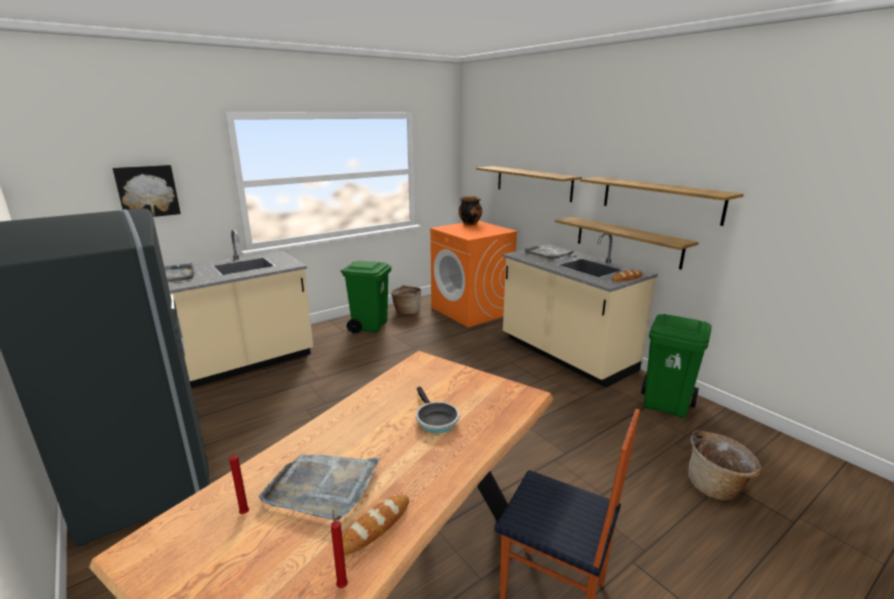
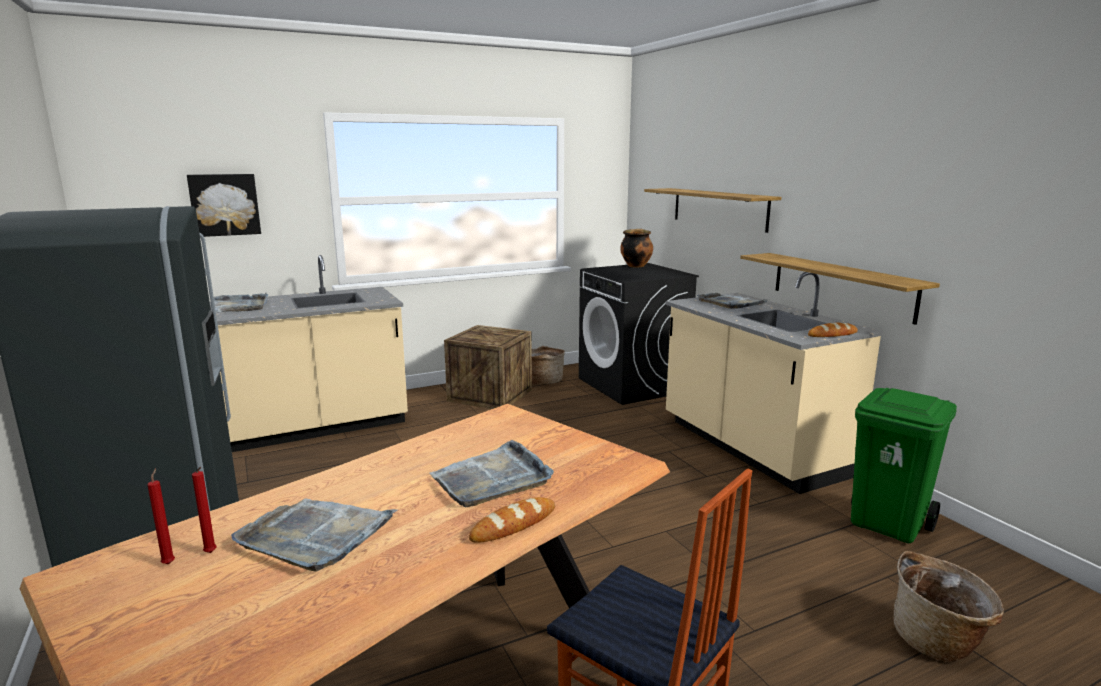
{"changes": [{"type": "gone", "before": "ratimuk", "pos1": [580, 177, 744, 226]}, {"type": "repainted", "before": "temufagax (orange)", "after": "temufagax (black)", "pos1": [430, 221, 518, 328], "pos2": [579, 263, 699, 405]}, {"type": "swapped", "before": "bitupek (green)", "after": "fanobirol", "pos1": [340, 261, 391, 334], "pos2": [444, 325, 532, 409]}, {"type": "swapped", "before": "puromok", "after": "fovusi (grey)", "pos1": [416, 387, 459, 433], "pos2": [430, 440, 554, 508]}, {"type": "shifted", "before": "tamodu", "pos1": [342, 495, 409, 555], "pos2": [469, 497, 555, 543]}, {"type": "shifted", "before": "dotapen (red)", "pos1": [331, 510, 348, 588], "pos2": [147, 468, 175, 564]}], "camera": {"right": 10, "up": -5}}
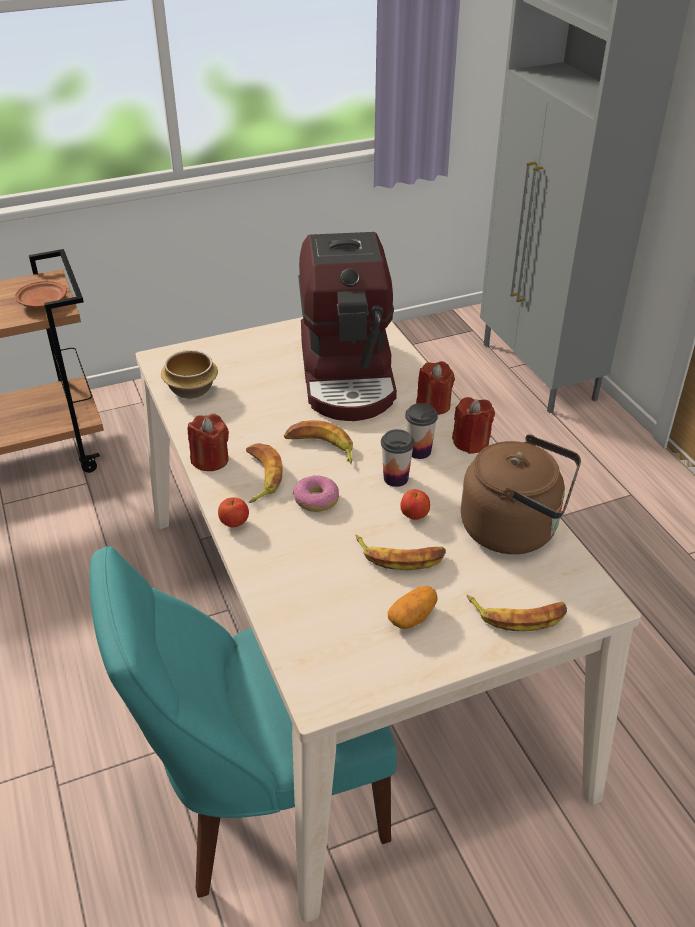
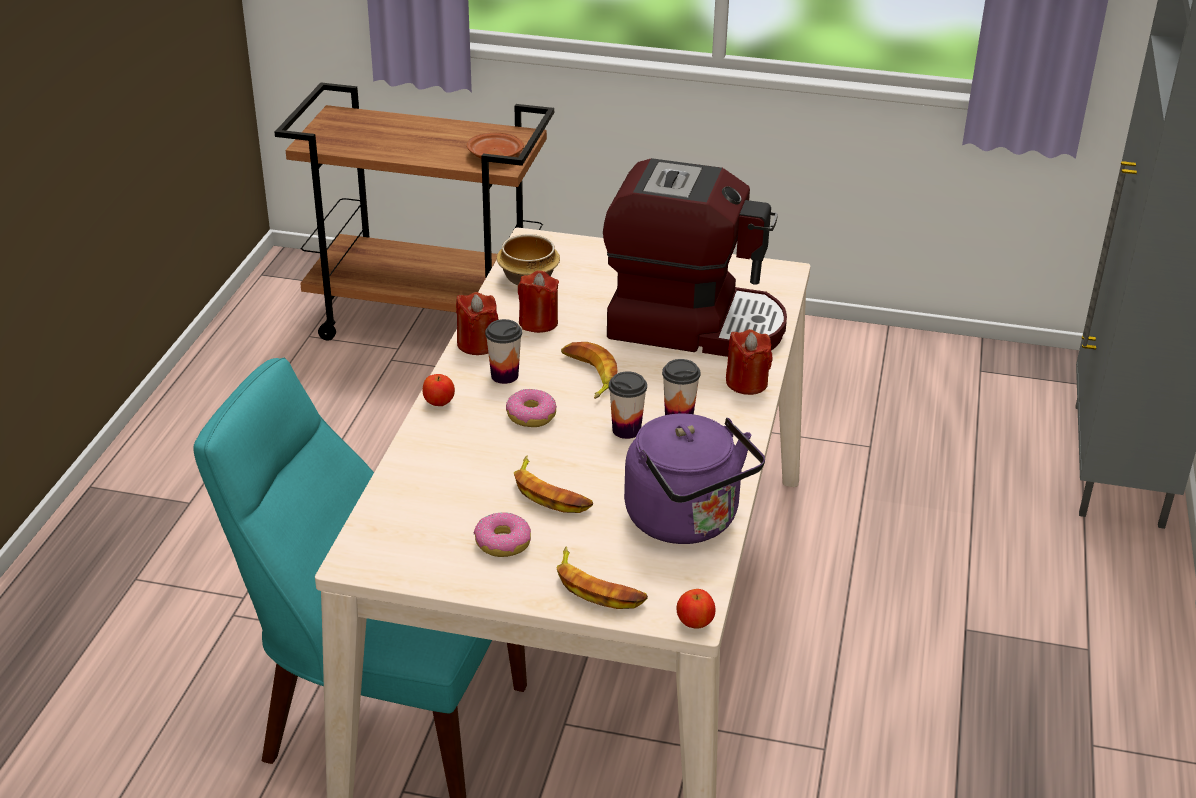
{"changes": [{"type": "rotated", "before": "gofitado", "pos1": [298, 232, 397, 421], "pos2": [603, 158, 787, 357], "turn": -105}, {"type": "shifted", "before": "dotapen (red)", "pos1": [452, 397, 495, 454], "pos2": [518, 270, 559, 333]}, {"type": "repainted", "before": "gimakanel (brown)", "after": "gimakanel (purple)", "pos1": [461, 435, 581, 554], "pos2": [624, 413, 765, 544]}, {"type": "swapped", "before": "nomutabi", "after": "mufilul", "pos1": [246, 444, 282, 503], "pos2": [485, 319, 522, 384]}, {"type": "shifted", "before": "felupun", "pos1": [400, 489, 430, 520], "pos2": [676, 589, 716, 629]}, {"type": "swapped", "before": "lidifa", "after": "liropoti", "pos1": [388, 586, 438, 629], "pos2": [474, 512, 531, 557]}], "camera": {"right": 35, "up": -5}}
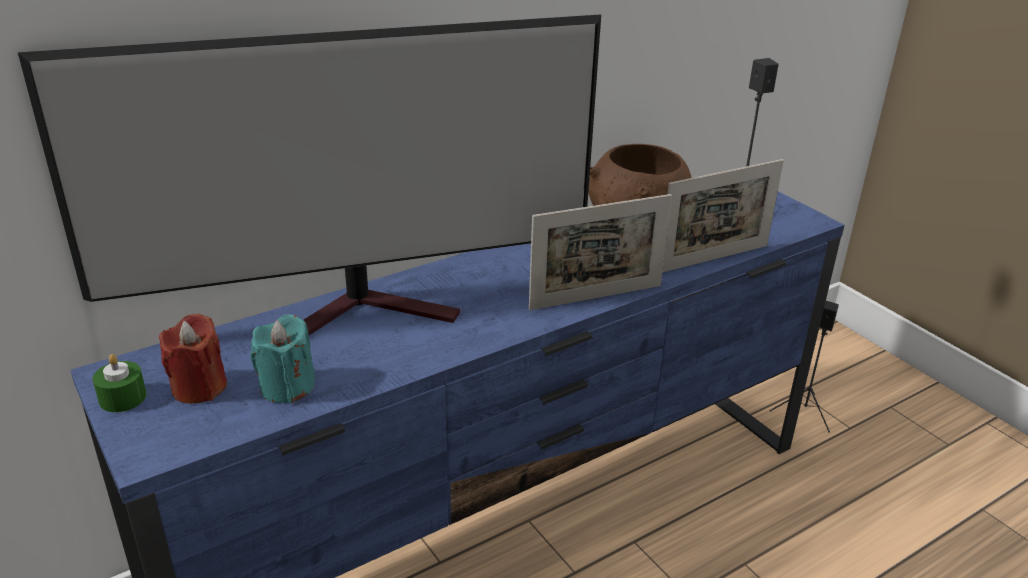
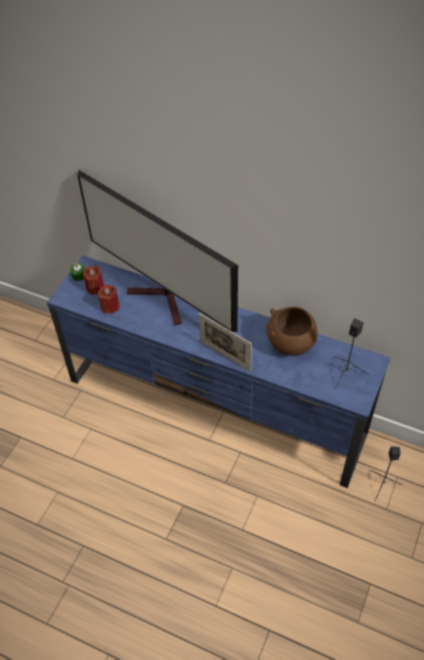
{"changes": [{"type": "gone", "before": "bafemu", "pos1": [662, 159, 784, 272]}, {"type": "repainted", "before": "dotapen (turquoise)", "after": "dotapen (red)", "pos1": [251, 314, 315, 404], "pos2": [98, 284, 120, 314]}], "camera": {"right": 60, "up": 20}}
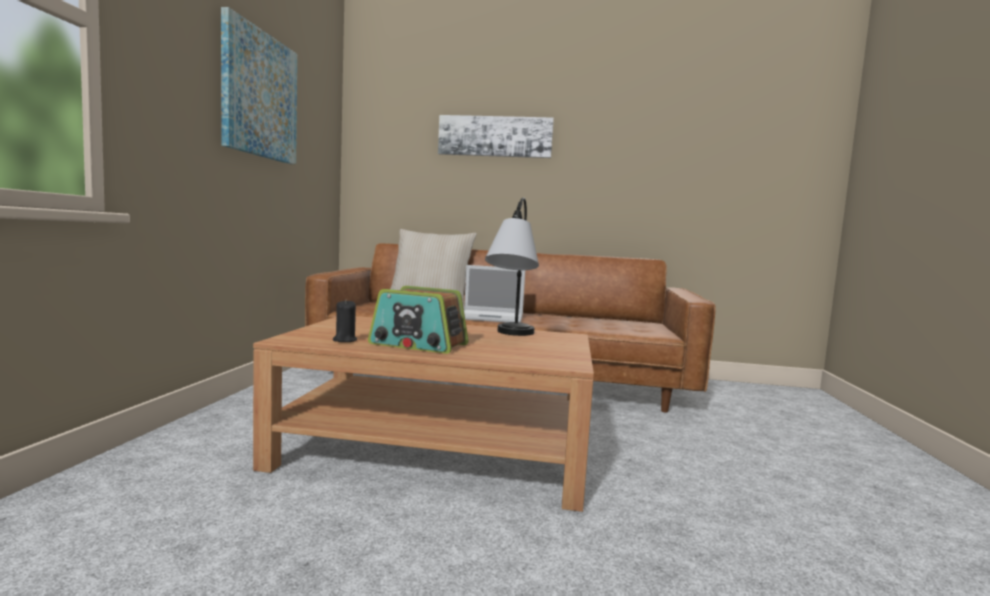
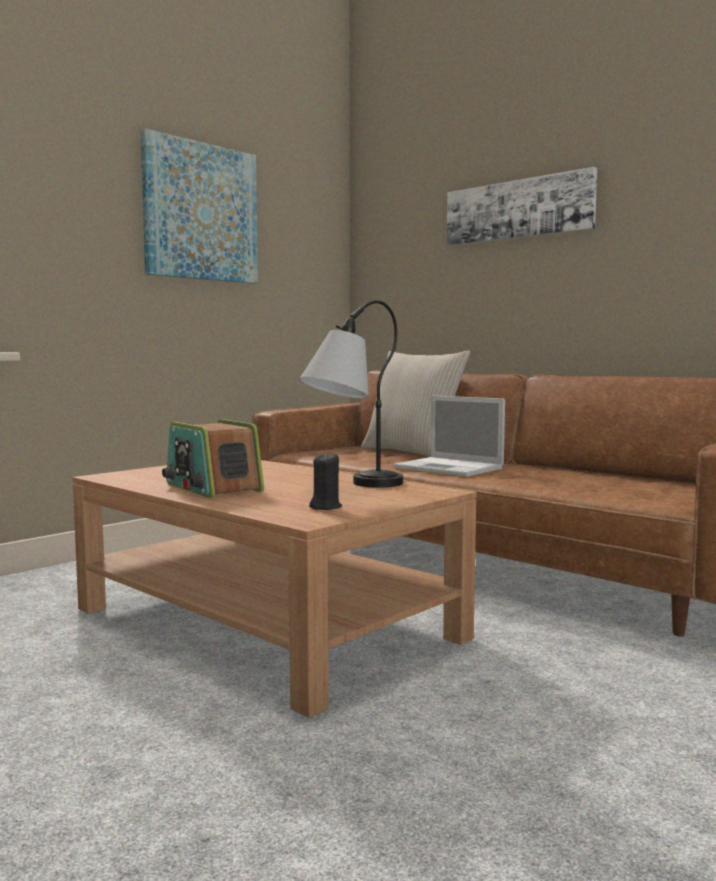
{"changes": [{"type": "shifted", "before": "dotapen (black)", "pos1": [333, 300, 357, 342], "pos2": [309, 452, 342, 510]}], "camera": {"right": 35, "up": 0}}
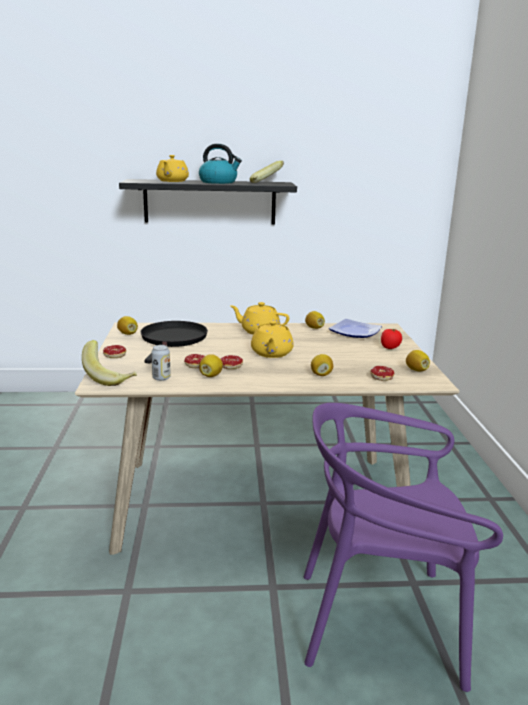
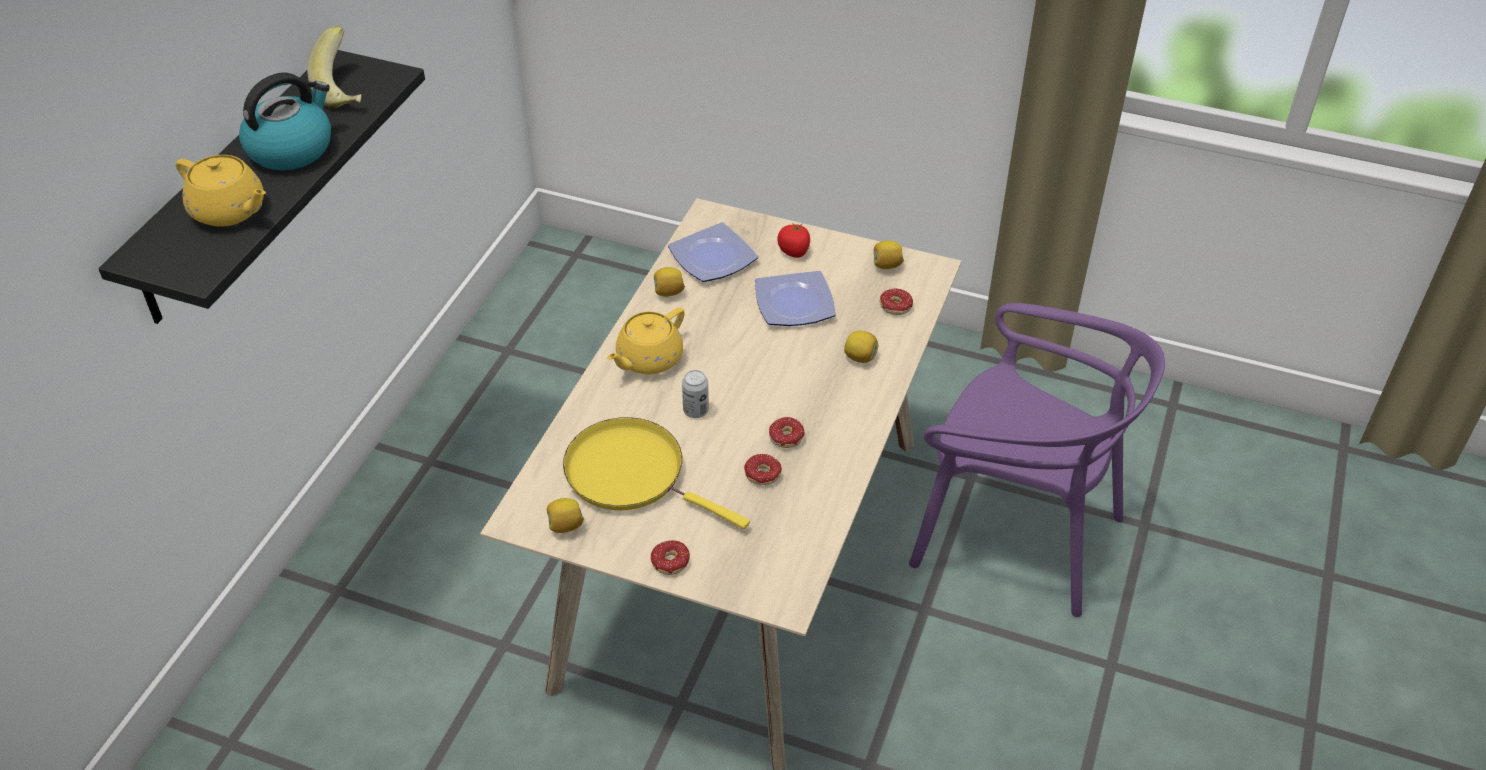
{"changes": [{"type": "repainted", "before": "puromok (black)", "after": "puromok (yellow)", "pos1": [141, 321, 208, 363], "pos2": [563, 417, 750, 529]}, {"type": "gone", "before": "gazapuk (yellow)", "pos1": [251, 321, 294, 358]}, {"type": "gone", "before": "nomutabi", "pos1": [82, 340, 137, 386]}, {"type": "shifted", "before": "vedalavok", "pos1": [151, 345, 171, 381], "pos2": [682, 370, 709, 418]}, {"type": "gone", "before": "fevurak", "pos1": [199, 354, 223, 377]}, {"type": "rotated", "before": "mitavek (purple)", "pos1": [304, 403, 503, 692], "pos2": [909, 303, 1165, 617], "turn": -90}, {"type": "new", "after": "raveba", "pos2": [755, 271, 836, 326]}], "camera": {"right": -65, "up": 25}}
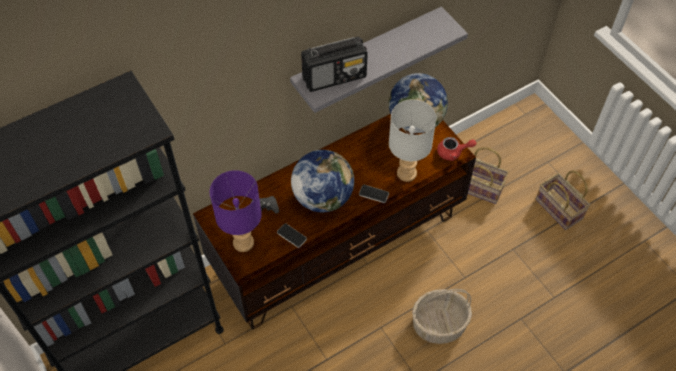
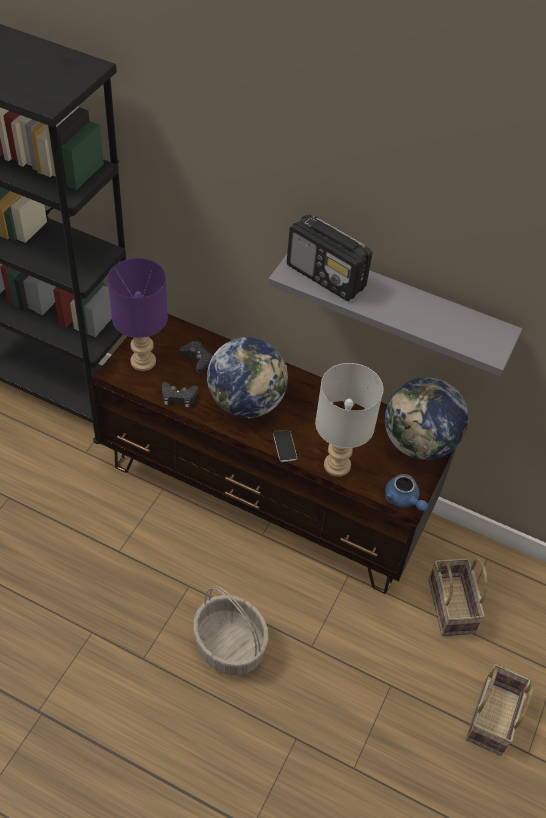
{"changes": [{"type": "repainted", "before": "gazapuk (red)", "after": "gazapuk (blue)", "pos1": [437, 137, 476, 161], "pos2": [385, 474, 428, 511]}, {"type": "swapped", "before": "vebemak", "after": "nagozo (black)", "pos1": [277, 223, 307, 248], "pos2": [162, 382, 198, 408]}], "camera": {"right": 55, "up": -5}}
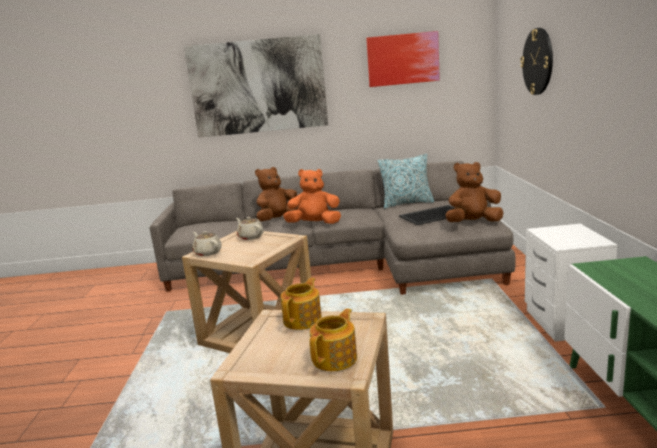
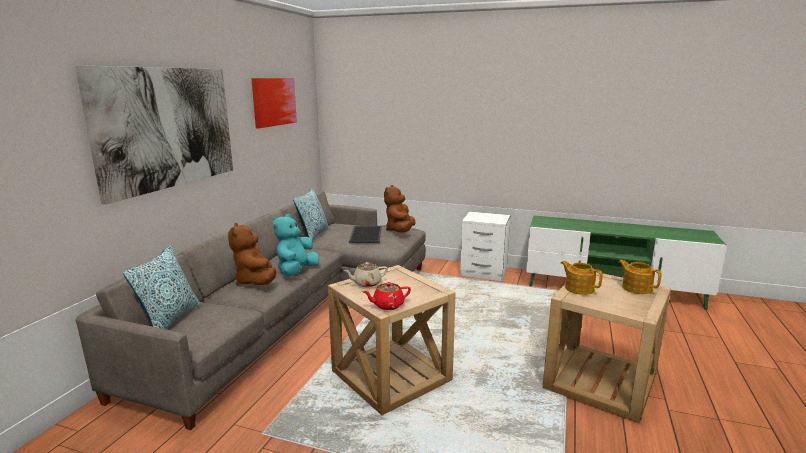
{"changes": [{"type": "gone", "before": "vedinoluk", "pos1": [520, 28, 553, 95]}, {"type": "repainted", "before": "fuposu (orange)", "after": "fuposu (turquoise)", "pos1": [283, 169, 341, 224], "pos2": [272, 214, 319, 276]}, {"type": "repainted", "before": "gazapuk (beige)", "after": "gazapuk (red)", "pos1": [192, 231, 222, 256], "pos2": [363, 282, 411, 310]}, {"type": "new", "after": "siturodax", "pos2": [123, 245, 201, 329]}], "camera": {"right": -70, "up": 0}}
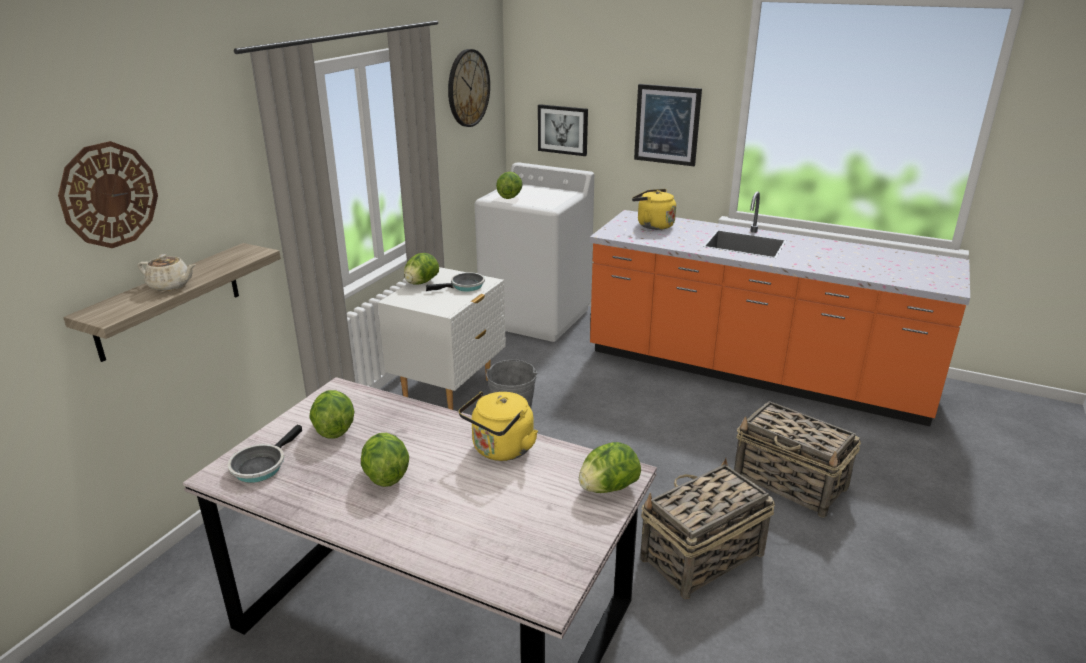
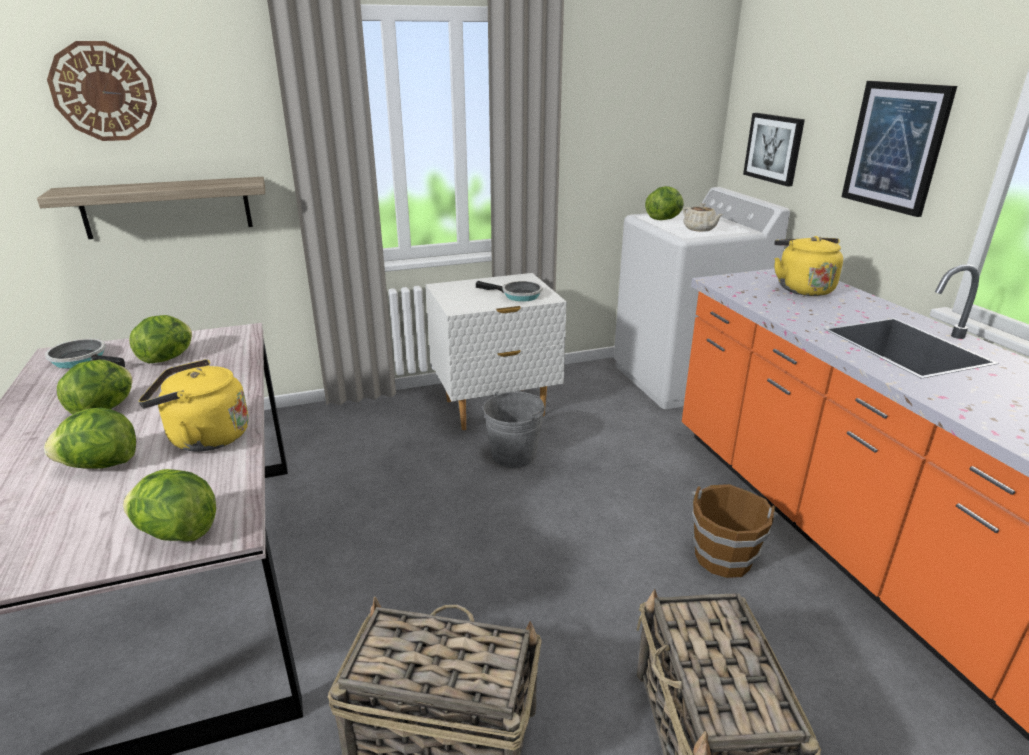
{"changes": [{"type": "gone", "before": "vedinoluk", "pos1": [448, 49, 490, 127]}, {"type": "shifted", "before": "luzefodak", "pos1": [404, 253, 439, 285], "pos2": [44, 408, 136, 469]}, {"type": "shifted", "before": "gazapuk (beige)", "pos1": [138, 254, 196, 291], "pos2": [683, 203, 723, 232]}, {"type": "rotated", "before": "puromok", "pos1": [227, 425, 302, 483], "pos2": [45, 338, 125, 368], "turn": 45}, {"type": "new", "after": "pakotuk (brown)", "pos2": [692, 484, 778, 578]}], "camera": {"right": 45, "up": 0}}
